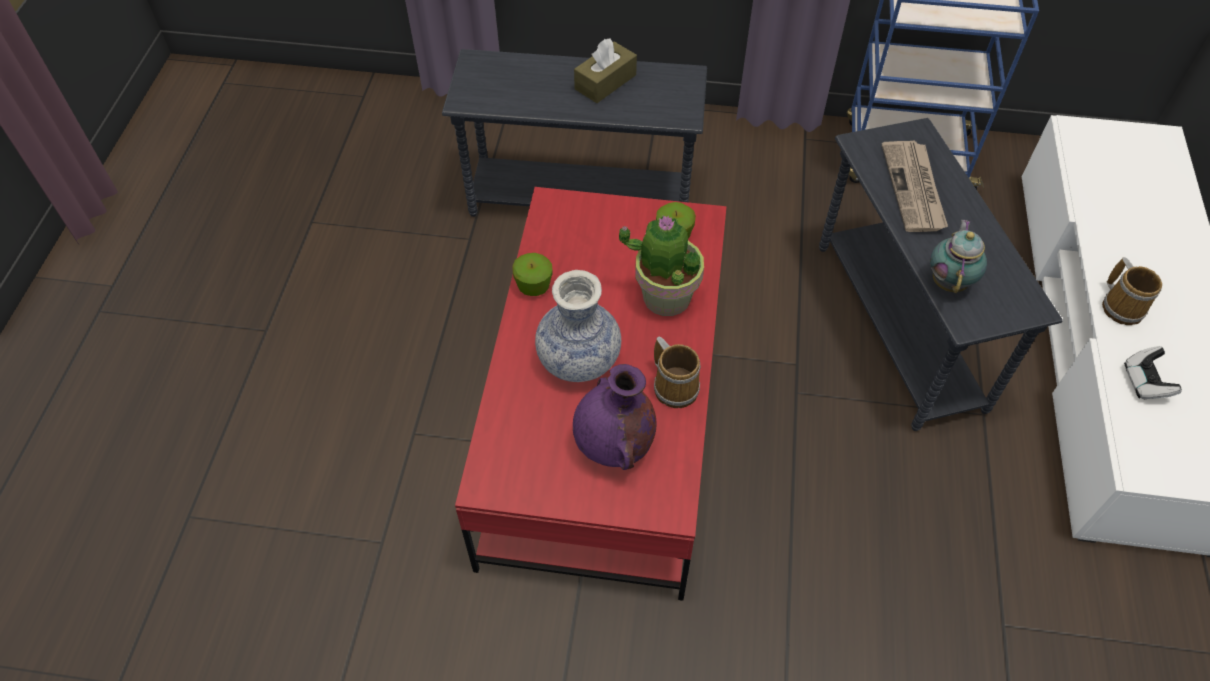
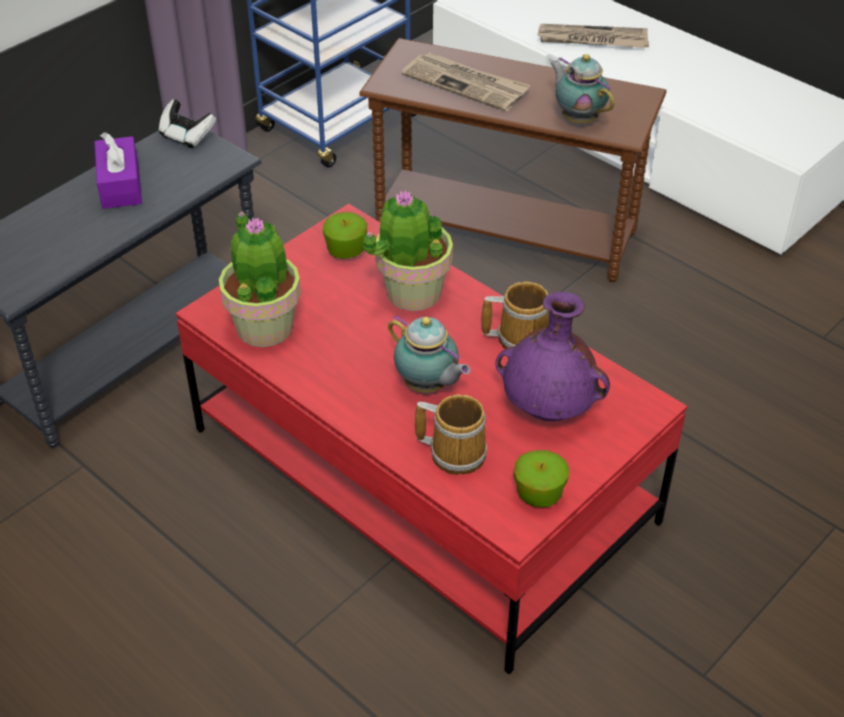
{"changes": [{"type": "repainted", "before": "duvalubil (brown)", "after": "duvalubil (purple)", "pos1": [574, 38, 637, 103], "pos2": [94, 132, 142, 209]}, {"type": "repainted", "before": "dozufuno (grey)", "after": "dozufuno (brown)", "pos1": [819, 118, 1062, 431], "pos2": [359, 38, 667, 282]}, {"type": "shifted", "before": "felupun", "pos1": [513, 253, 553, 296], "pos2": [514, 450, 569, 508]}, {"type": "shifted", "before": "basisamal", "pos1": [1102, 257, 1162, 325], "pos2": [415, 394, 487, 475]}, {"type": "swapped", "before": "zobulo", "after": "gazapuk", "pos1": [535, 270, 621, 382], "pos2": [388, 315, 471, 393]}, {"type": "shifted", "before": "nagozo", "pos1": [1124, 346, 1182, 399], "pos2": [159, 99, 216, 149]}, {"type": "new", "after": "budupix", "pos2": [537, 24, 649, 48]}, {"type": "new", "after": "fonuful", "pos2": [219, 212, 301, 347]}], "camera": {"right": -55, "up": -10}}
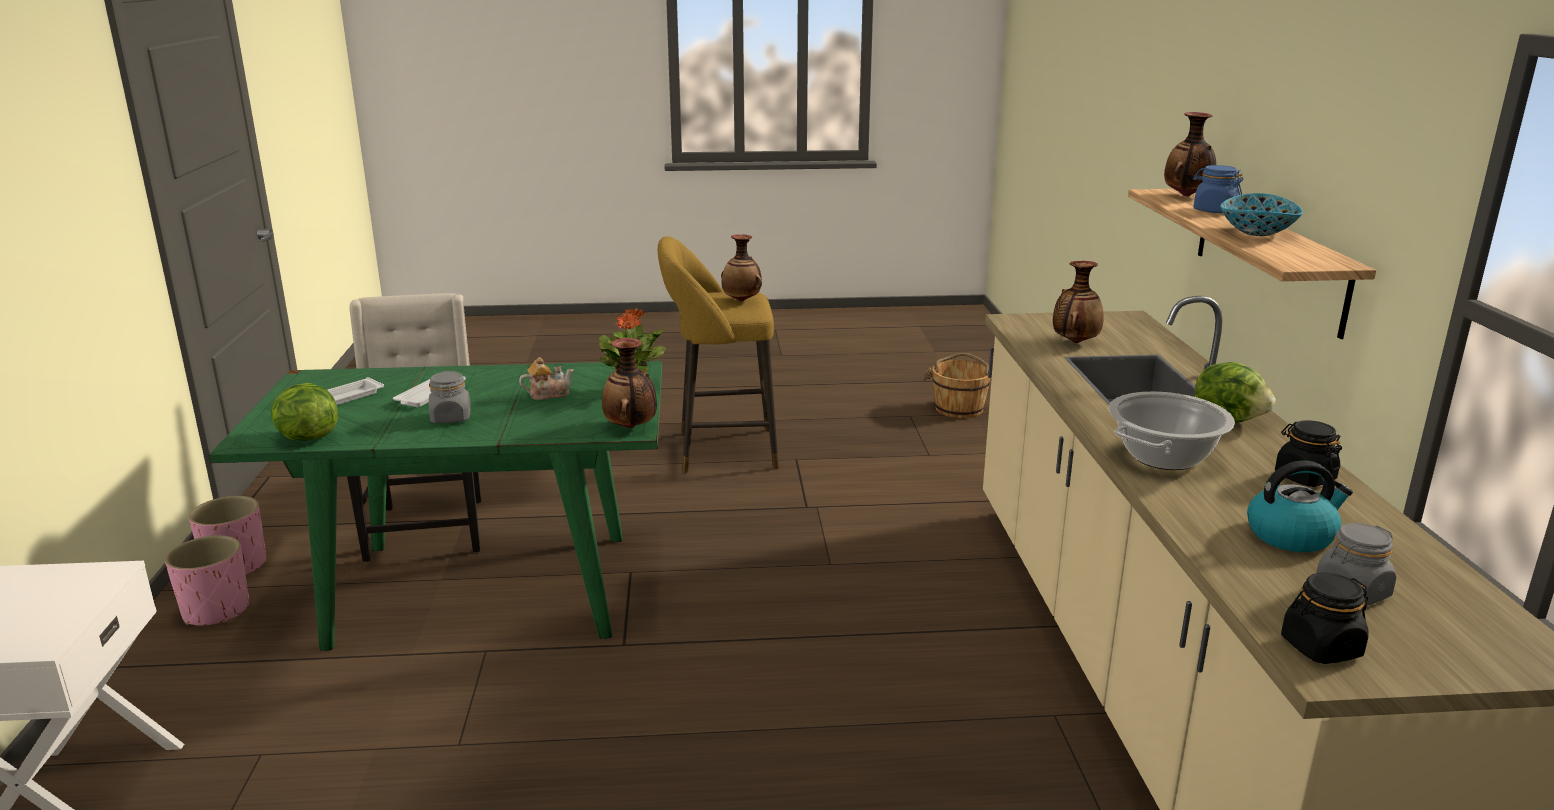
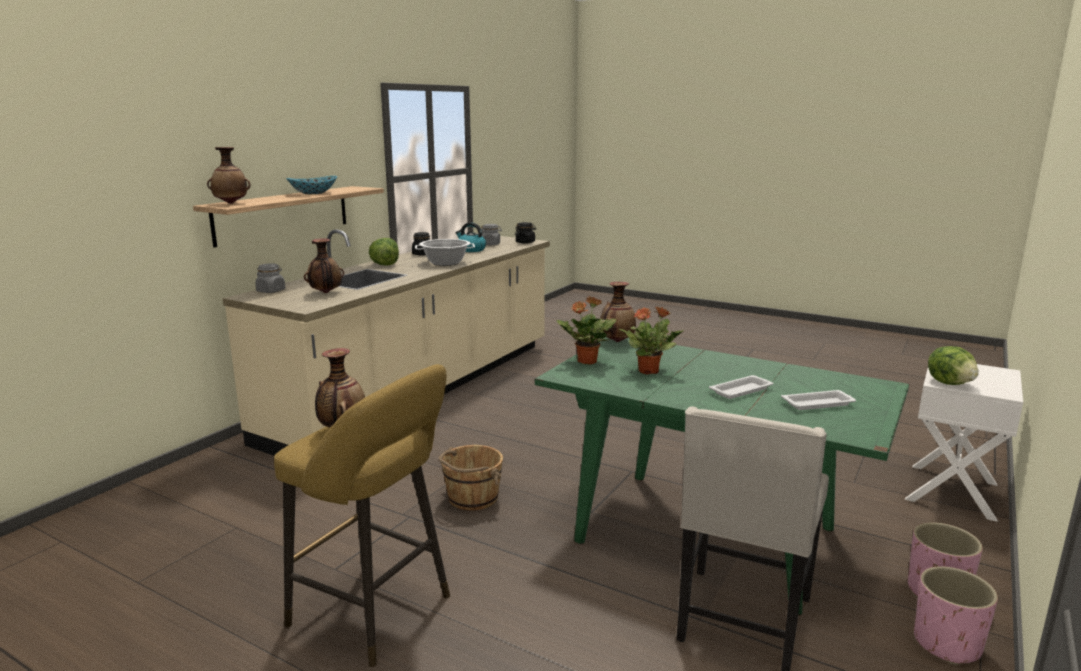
{"changes": [{"type": "gone", "before": "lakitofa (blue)", "pos1": [1193, 165, 1243, 213]}, {"type": "shifted", "before": "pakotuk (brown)", "pos1": [923, 353, 992, 418], "pos2": [439, 445, 503, 511]}, {"type": "swapped", "before": "gazapuk", "after": "fonuful", "pos1": [519, 357, 574, 400], "pos2": [619, 307, 684, 374]}, {"type": "shifted", "before": "lakitofa (grey)", "pos1": [429, 371, 471, 423], "pos2": [255, 264, 286, 293]}, {"type": "shifted", "before": "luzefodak", "pos1": [271, 383, 338, 441], "pos2": [928, 346, 979, 385]}], "camera": {"right": -145, "up": -5}}
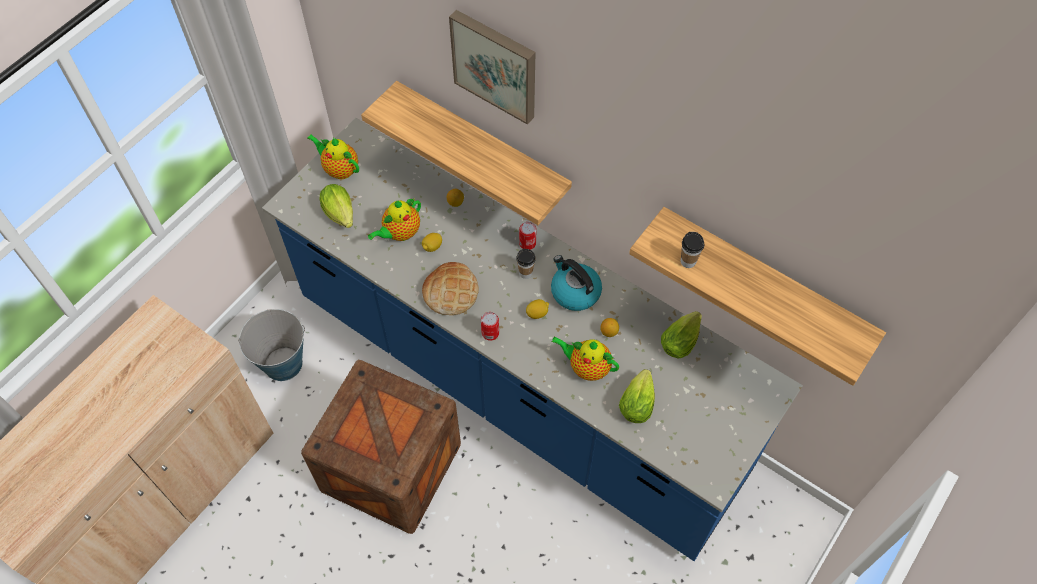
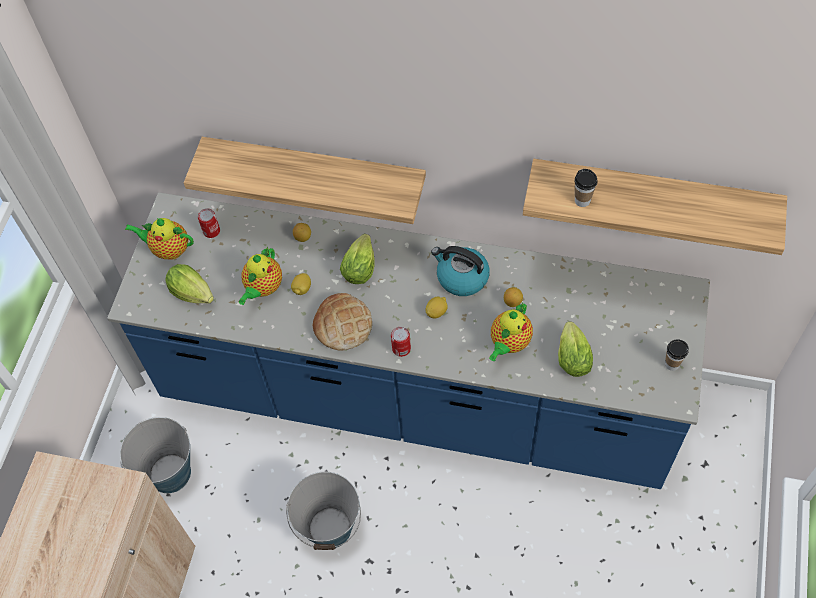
{"changes": [{"type": "gone", "before": "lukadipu", "pos1": [449, 10, 535, 125]}, {"type": "shifted", "before": "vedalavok", "pos1": [519, 222, 537, 250], "pos2": [198, 208, 220, 238]}, {"type": "shifted", "before": "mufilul", "pos1": [516, 249, 536, 279], "pos2": [665, 339, 689, 371]}, {"type": "shifted", "before": "luzefodak", "pos1": [661, 311, 702, 358], "pos2": [340, 234, 375, 284]}, {"type": "rotated", "before": "gazapuk", "pos1": [552, 336, 619, 381], "pos2": [489, 303, 533, 361], "turn": -60}, {"type": "swapped", "before": "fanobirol", "after": "pakotuk", "pos1": [301, 360, 461, 534], "pos2": [286, 472, 361, 550]}], "camera": {"right": -20, "up": 0}}
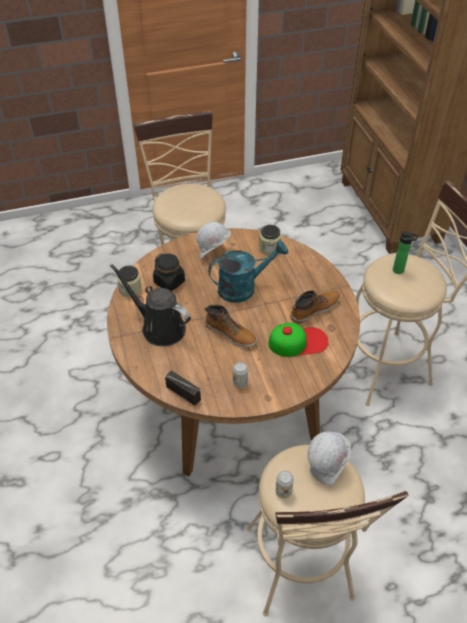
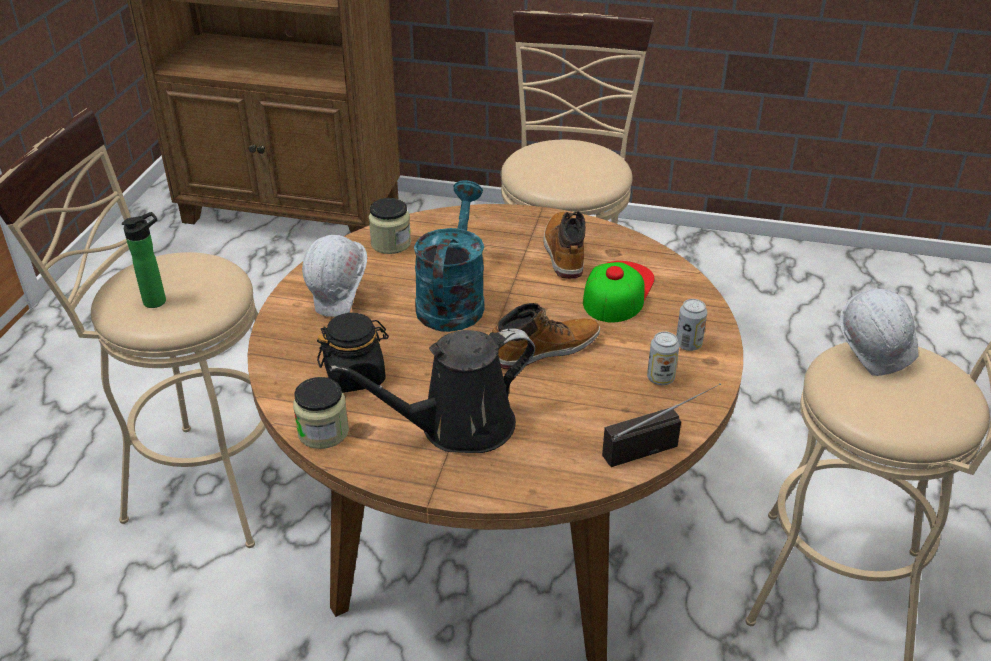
{"changes": [{"type": "shifted", "before": "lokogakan", "pos1": [393, 231, 418, 274], "pos2": [122, 212, 166, 308]}, {"type": "shifted", "before": "vedalavok", "pos1": [276, 470, 294, 498], "pos2": [676, 299, 707, 351]}], "camera": {"right": -60, "up": -10}}
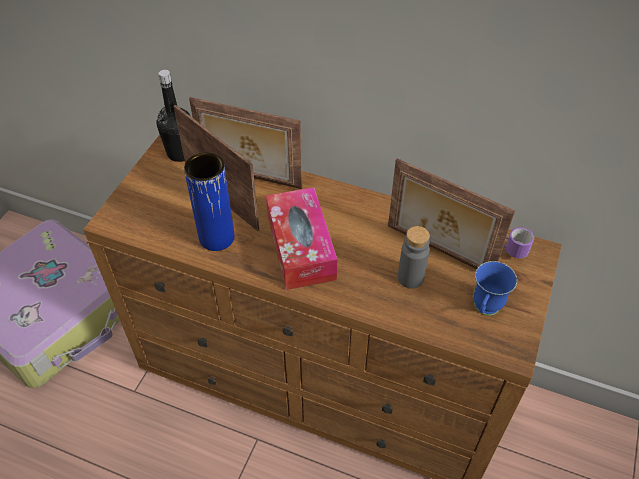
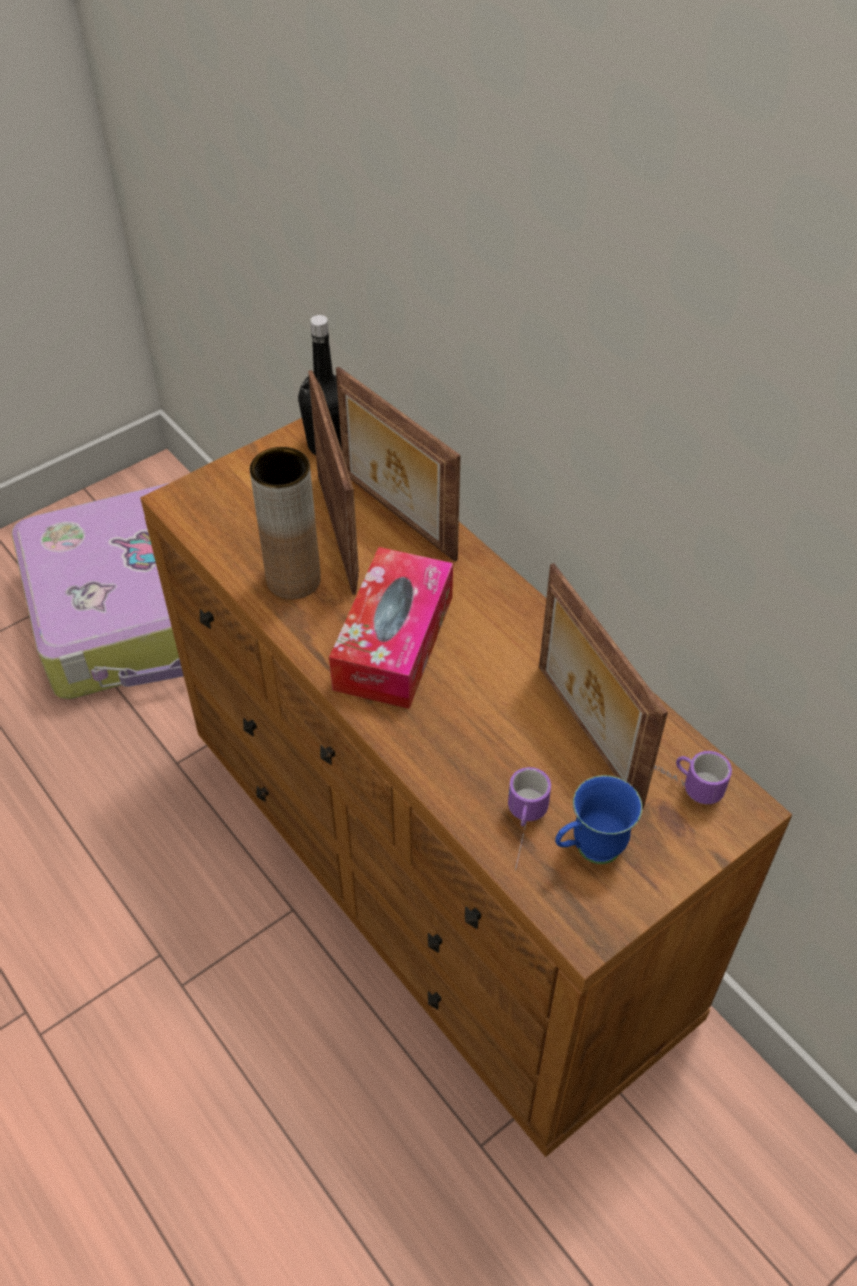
{"changes": [{"type": "repainted", "before": "zobulo (blue)", "after": "zobulo (brown)", "pos1": [184, 152, 235, 251], "pos2": [250, 447, 321, 599]}, {"type": "gone", "before": "lokogakan (grey)", "pos1": [398, 226, 430, 289]}, {"type": "new", "after": "basisamal", "pos2": [508, 767, 551, 871]}], "camera": {"right": 30, "up": 0}}
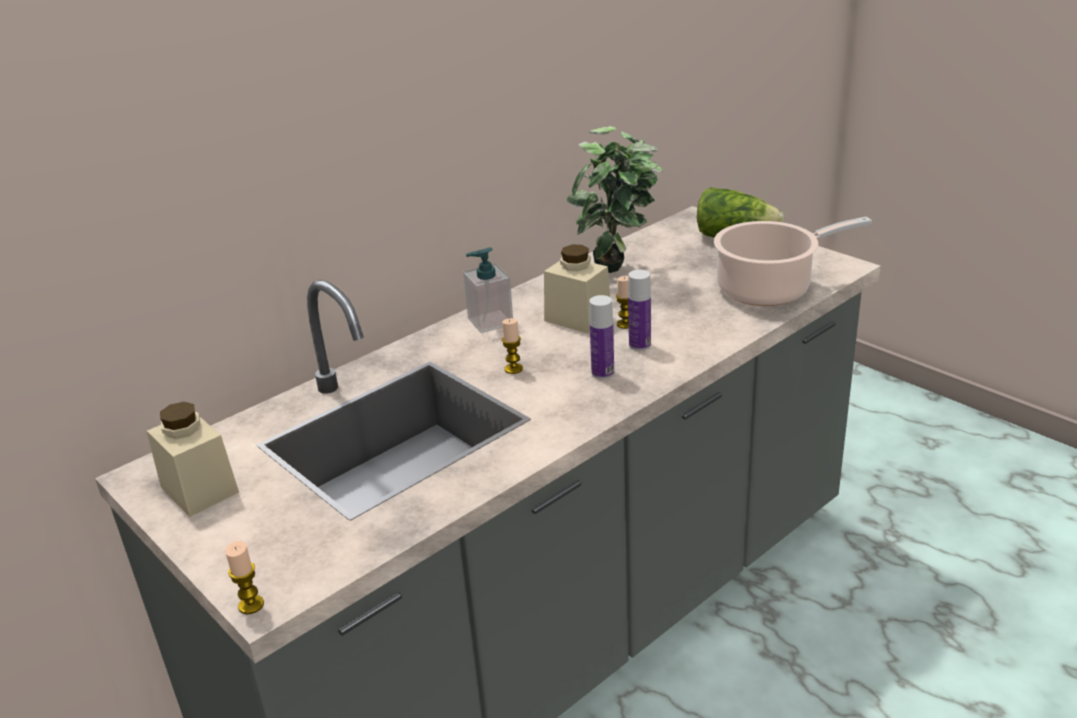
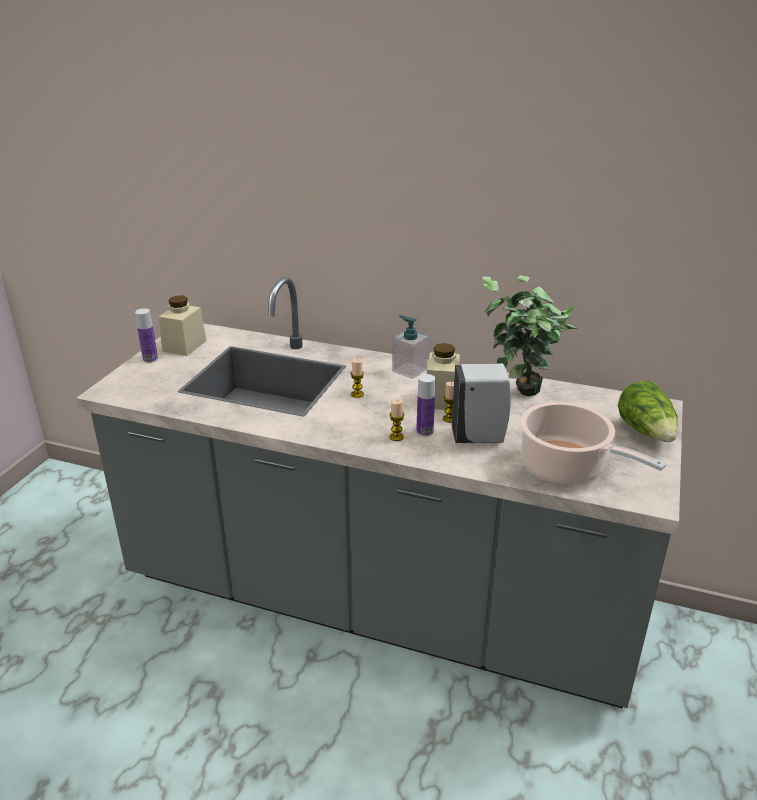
{"changes": [{"type": "shifted", "before": "lokogakan", "pos1": [589, 295, 614, 379], "pos2": [135, 308, 158, 363]}, {"type": "shifted", "before": "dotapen", "pos1": [225, 541, 264, 614], "pos2": [389, 398, 404, 441]}, {"type": "new", "after": "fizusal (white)", "pos2": [452, 363, 511, 443]}], "camera": {"right": 60, "up": 0}}
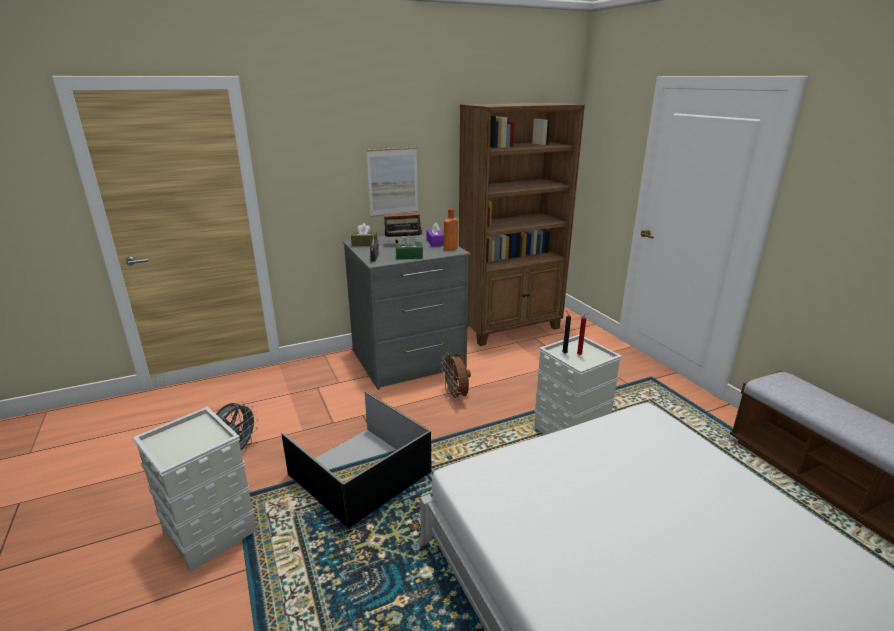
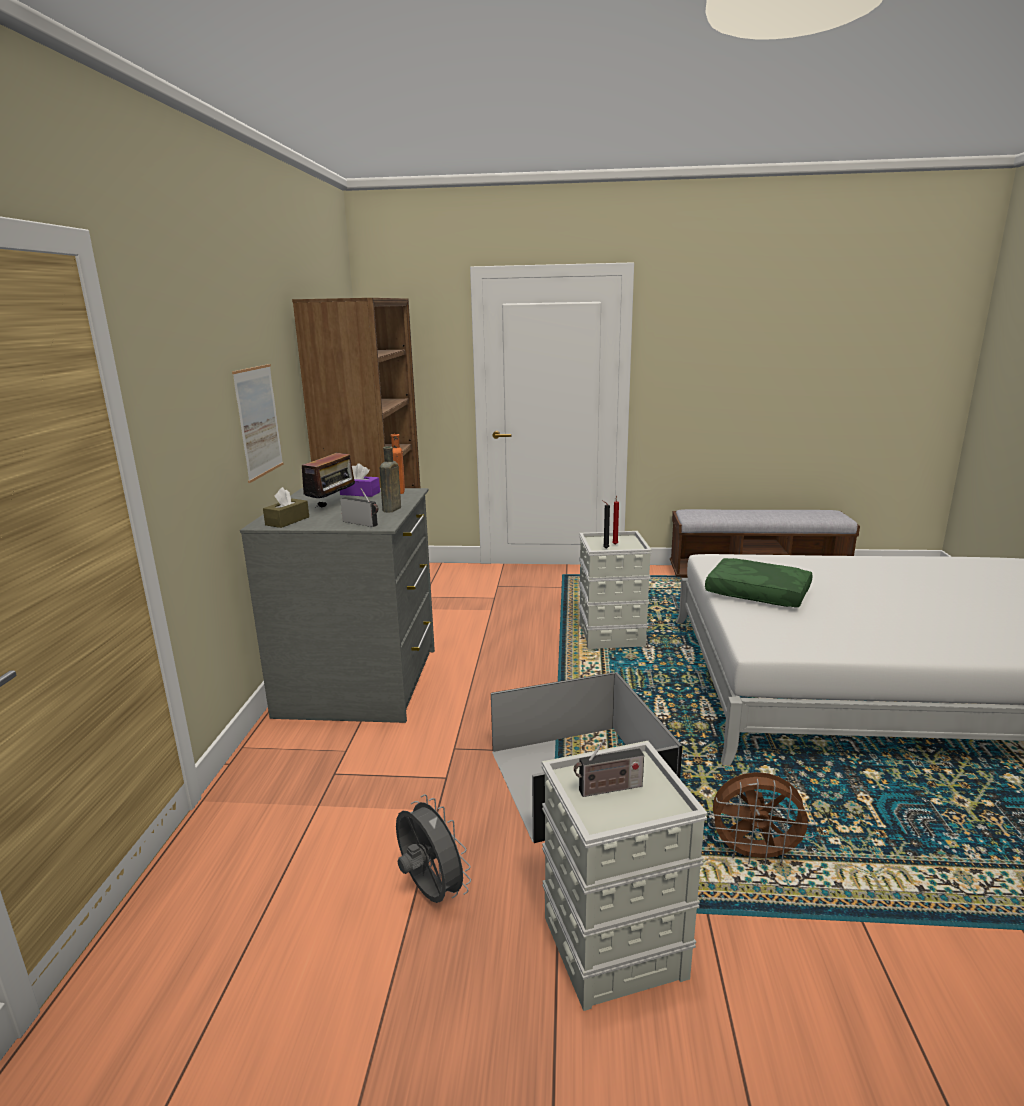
{"changes": [{"type": "swapped", "before": "duvalubil (green)", "after": "lokogakan (brown)", "pos1": [396, 235, 423, 259], "pos2": [380, 446, 401, 513]}, {"type": "shifted", "before": "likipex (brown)", "pos1": [441, 352, 471, 401], "pos2": [708, 772, 816, 866]}, {"type": "new", "after": "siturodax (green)", "pos2": [705, 558, 813, 607]}, {"type": "new", "after": "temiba", "pos2": [574, 739, 644, 797]}], "camera": {"right": -60, "up": -5}}
